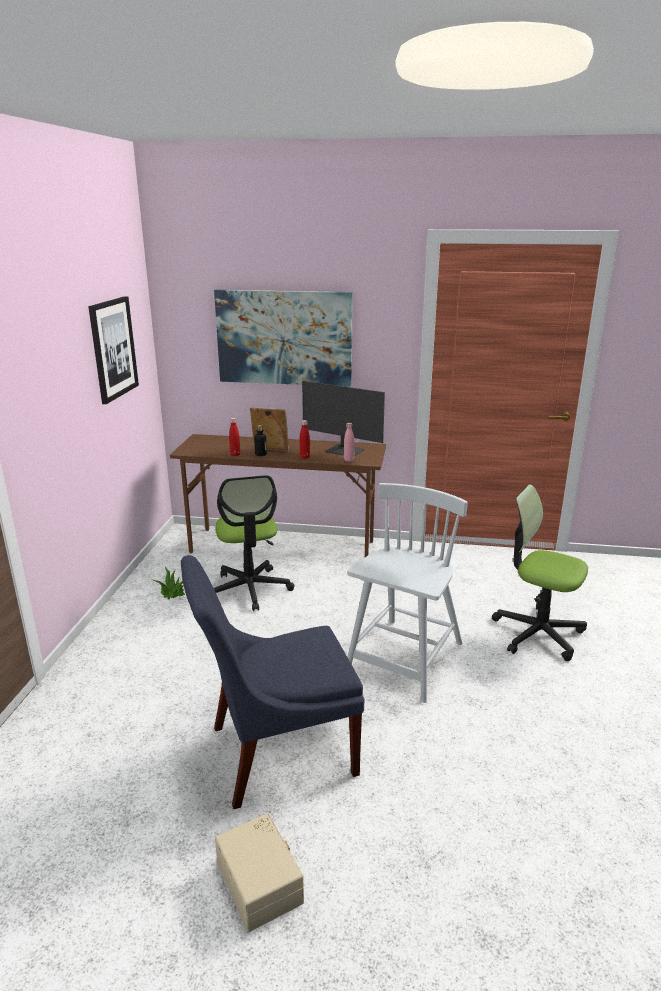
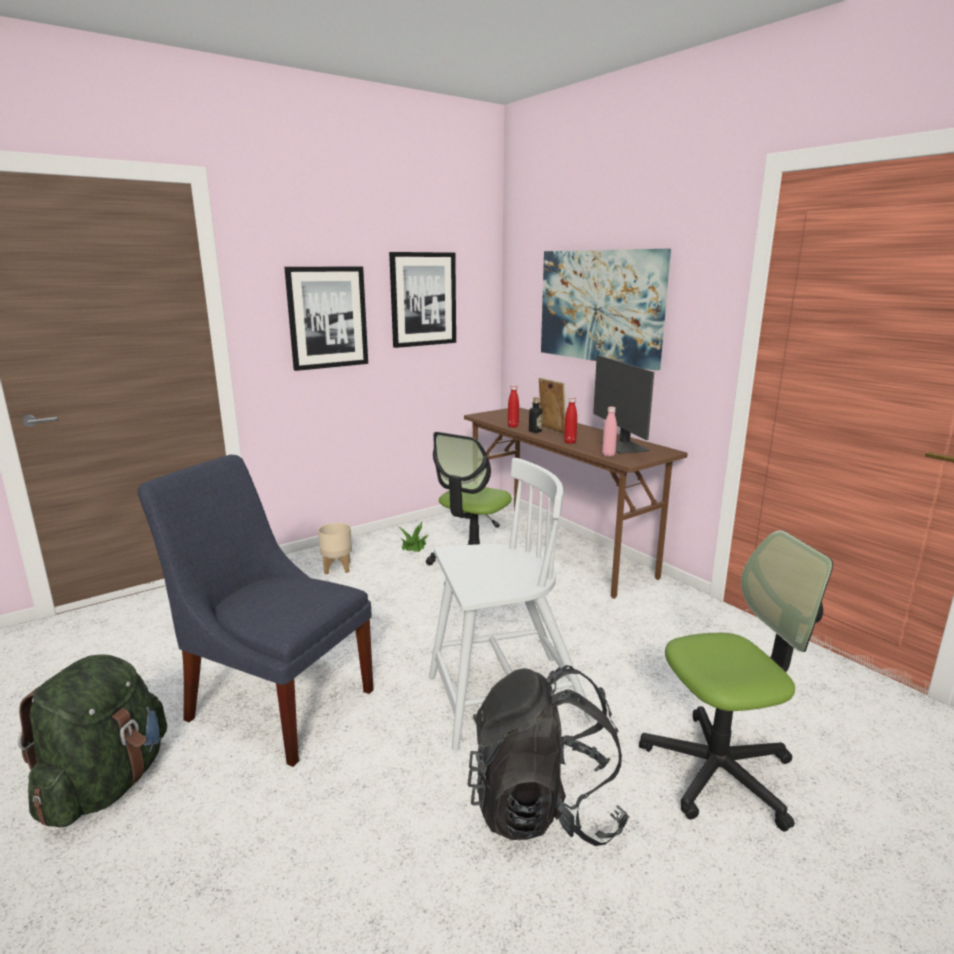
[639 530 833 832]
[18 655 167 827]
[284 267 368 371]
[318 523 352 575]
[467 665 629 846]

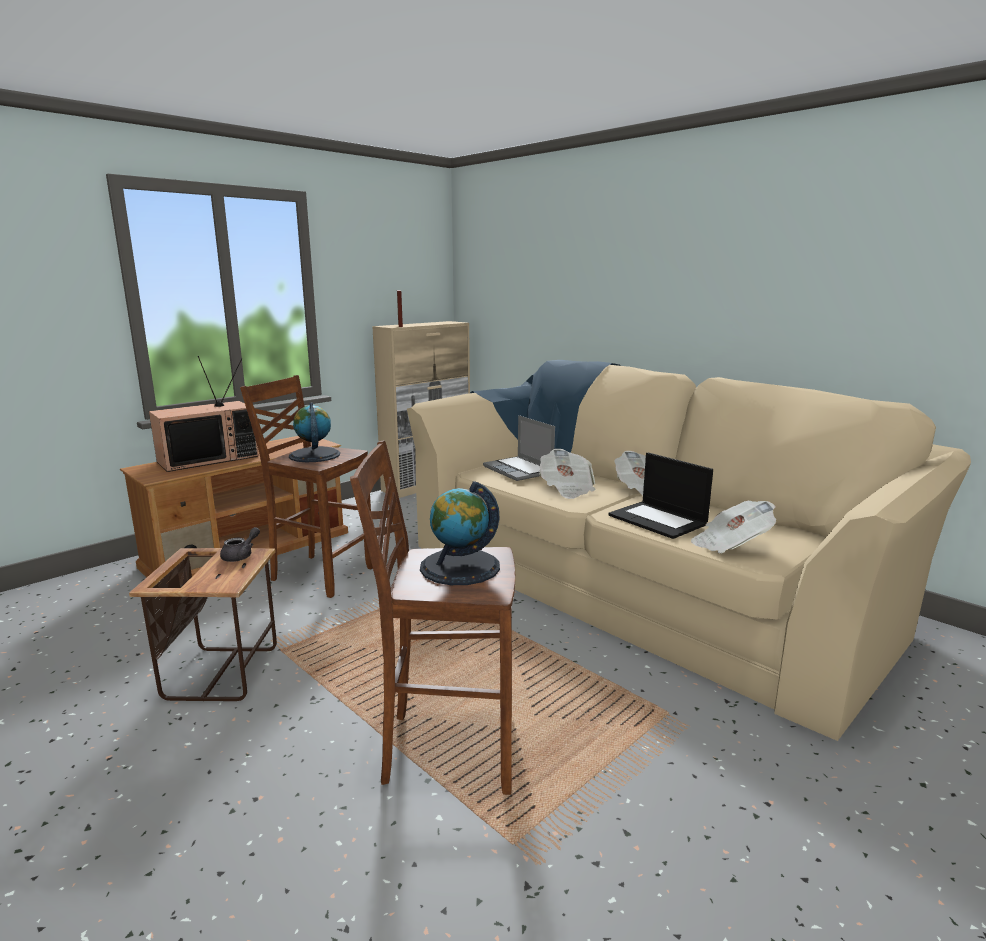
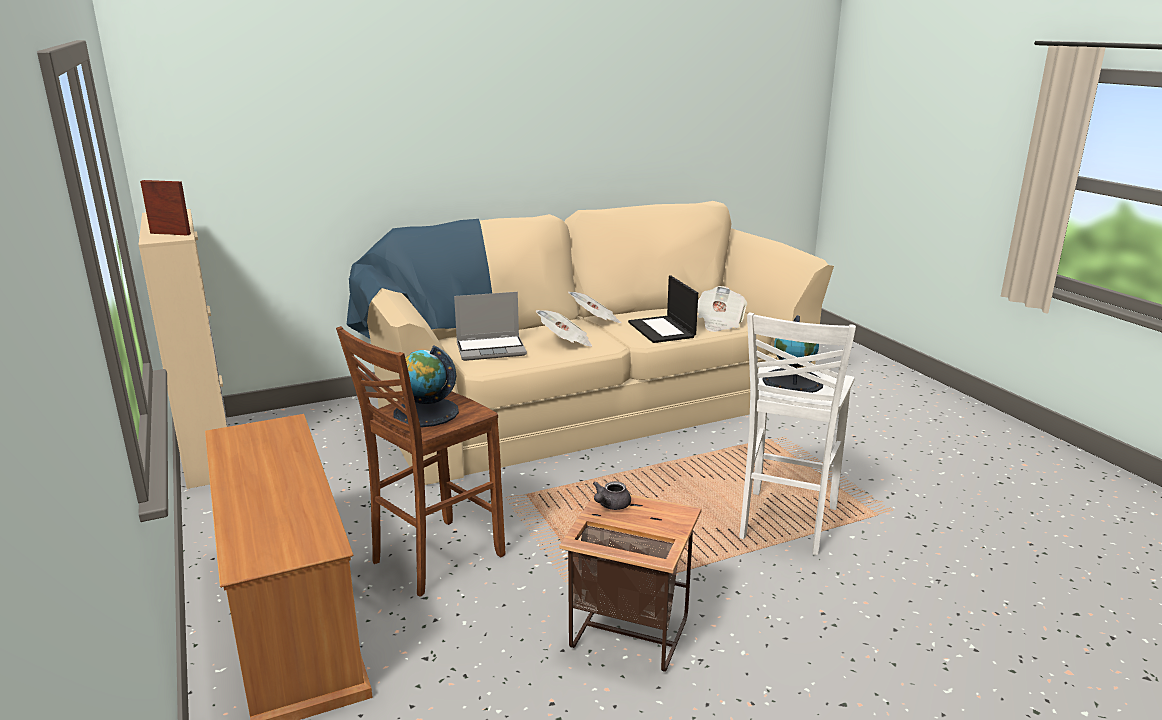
[149 356 258 472] (first image)
[739 313 856 555]
[628 275 698 343]
[593 481 631 510]

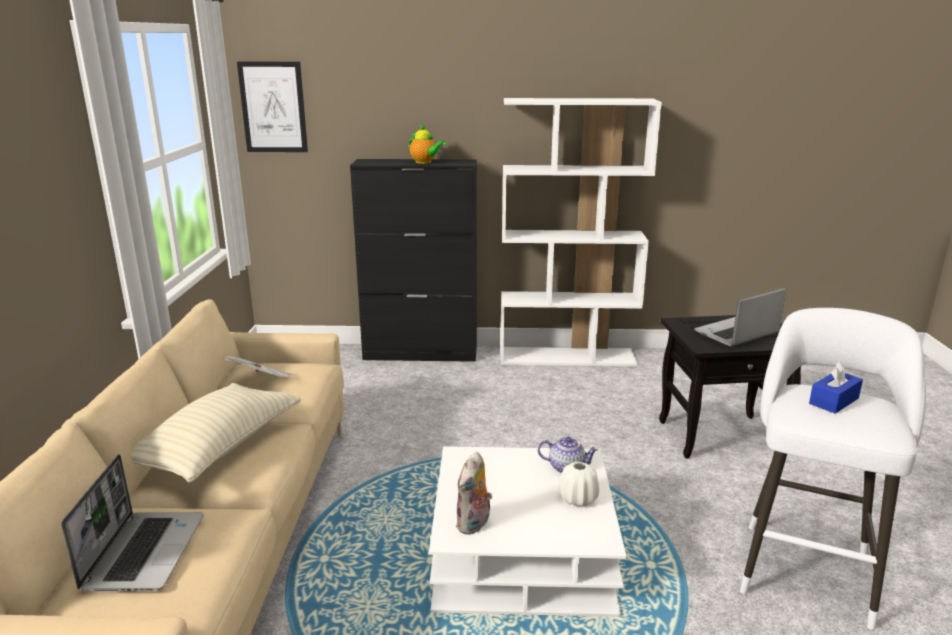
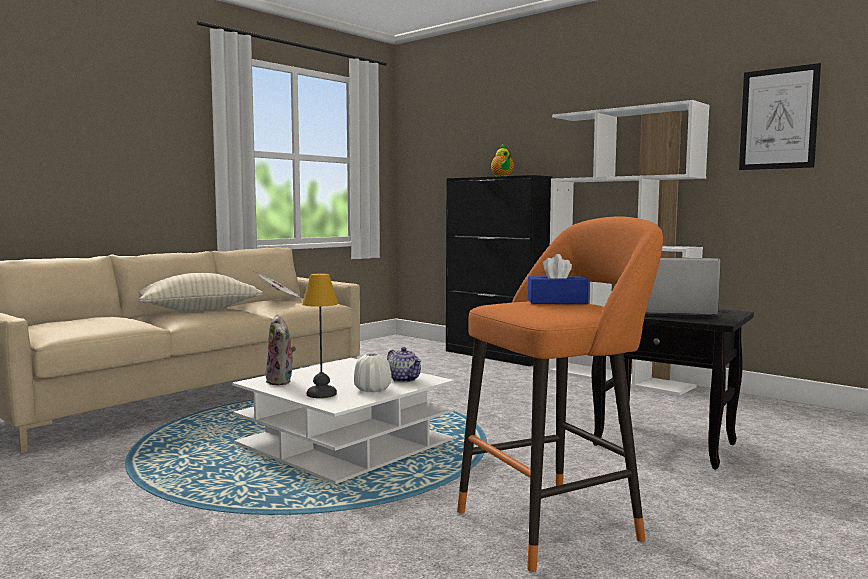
[739 63 821 170]
[457 216 663 572]
[266 314 296 385]
[61 454 204 591] (first image)
[302 274 338 398]

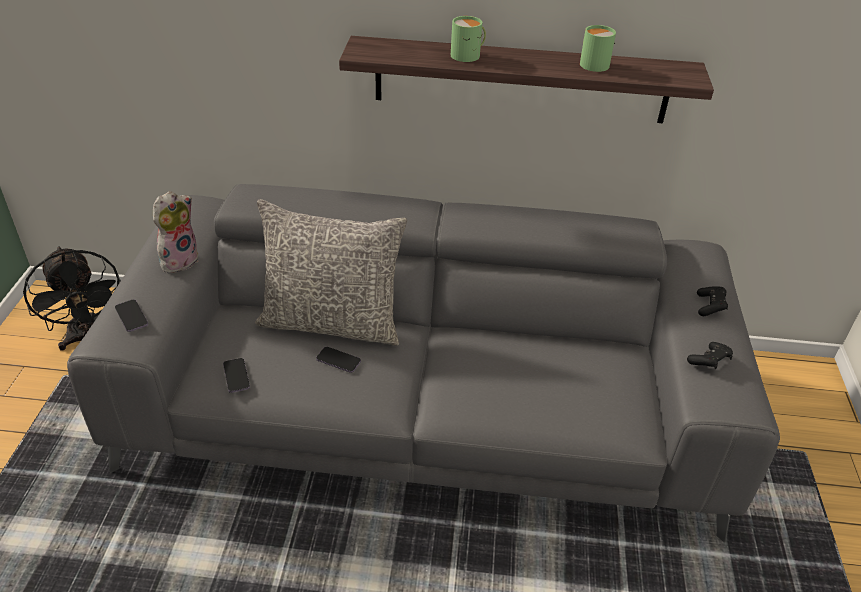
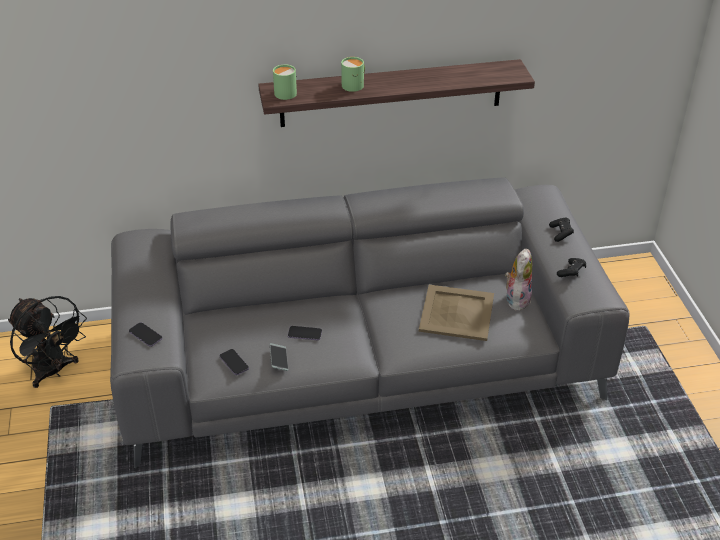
[273 64 297 100]
[505 249 532 311]
[255 199 407 346] (first image)
[419 285 494 341]
[270 343 288 371]

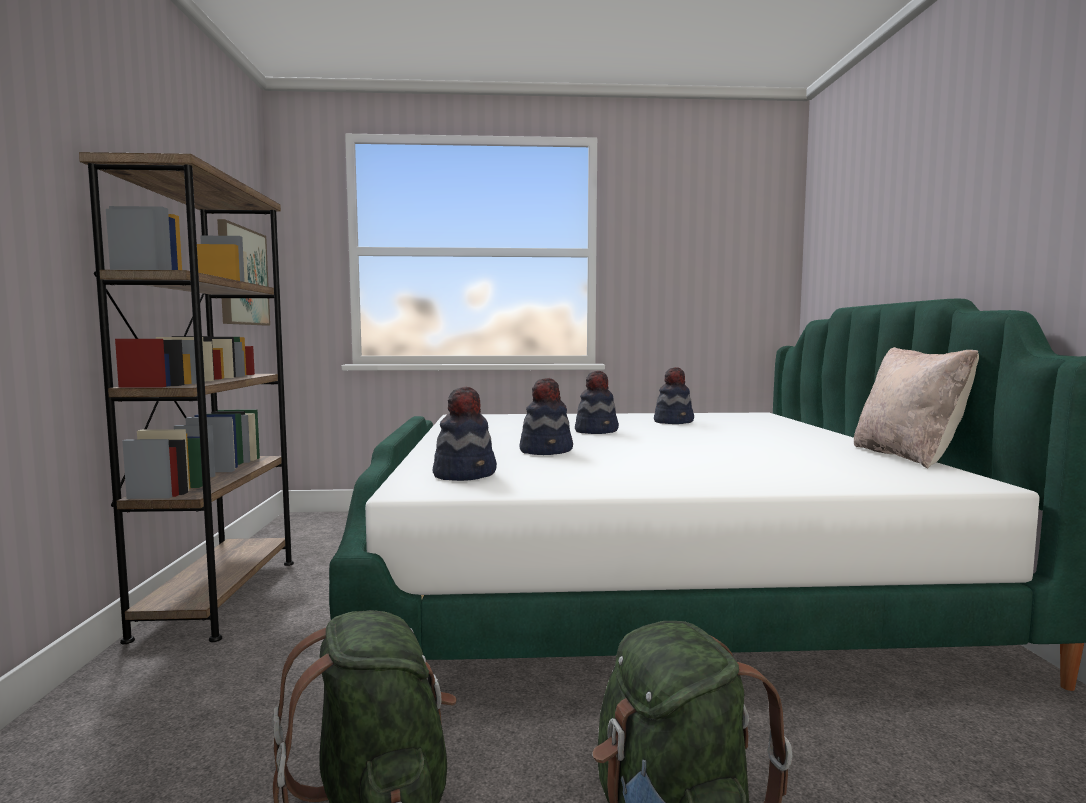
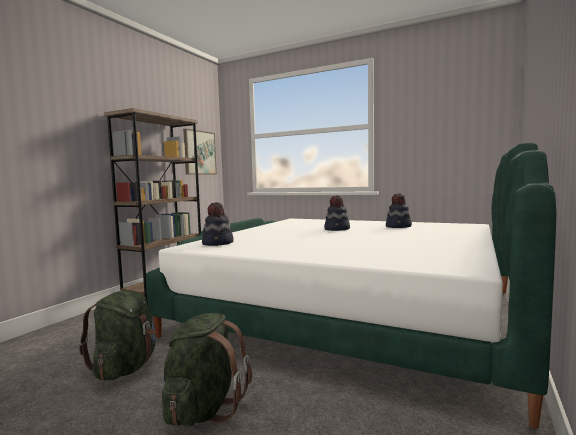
[854 347 979 469] (first image)
[520 378 573 455] (first image)

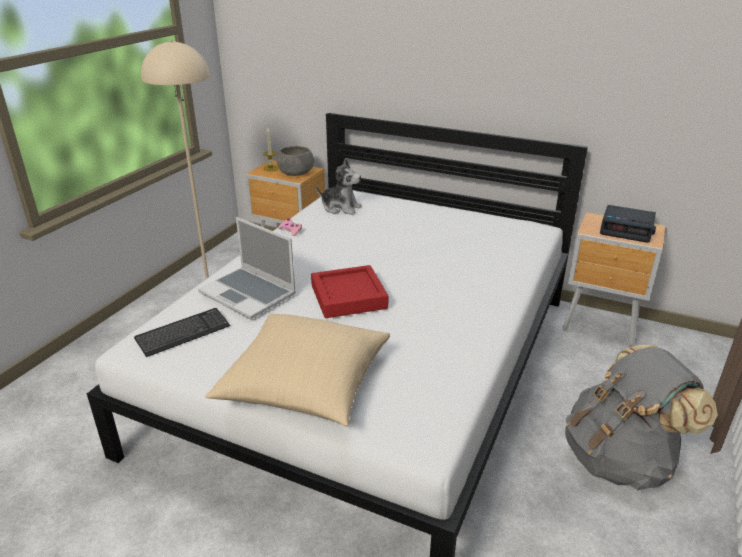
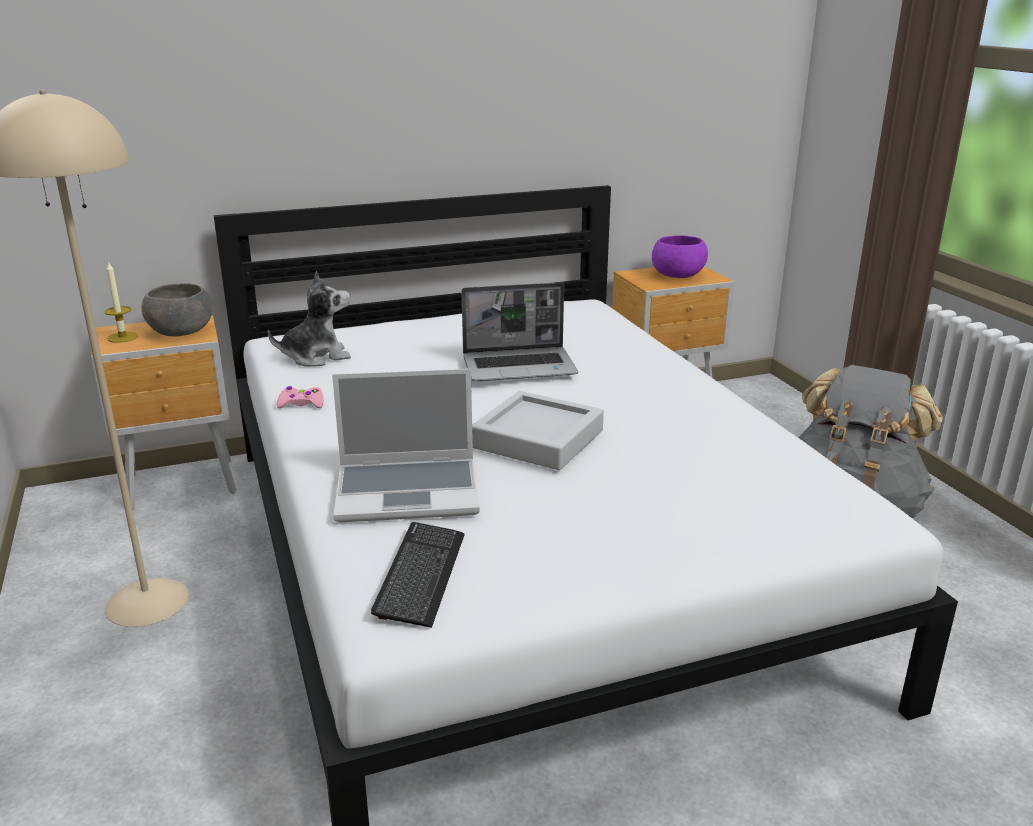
[652 236 708 278]
[472 391 604 470]
[205 314 390 427] (first image)
[461 282 578 381]

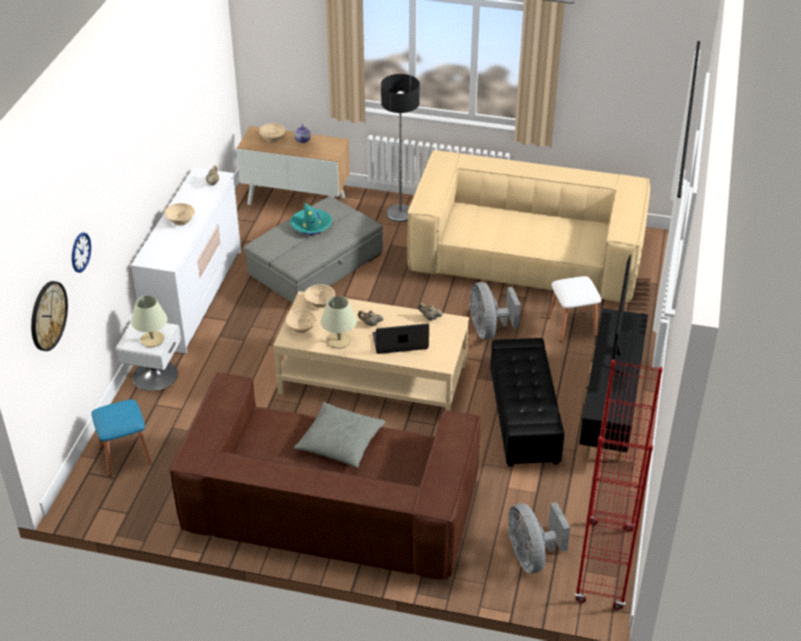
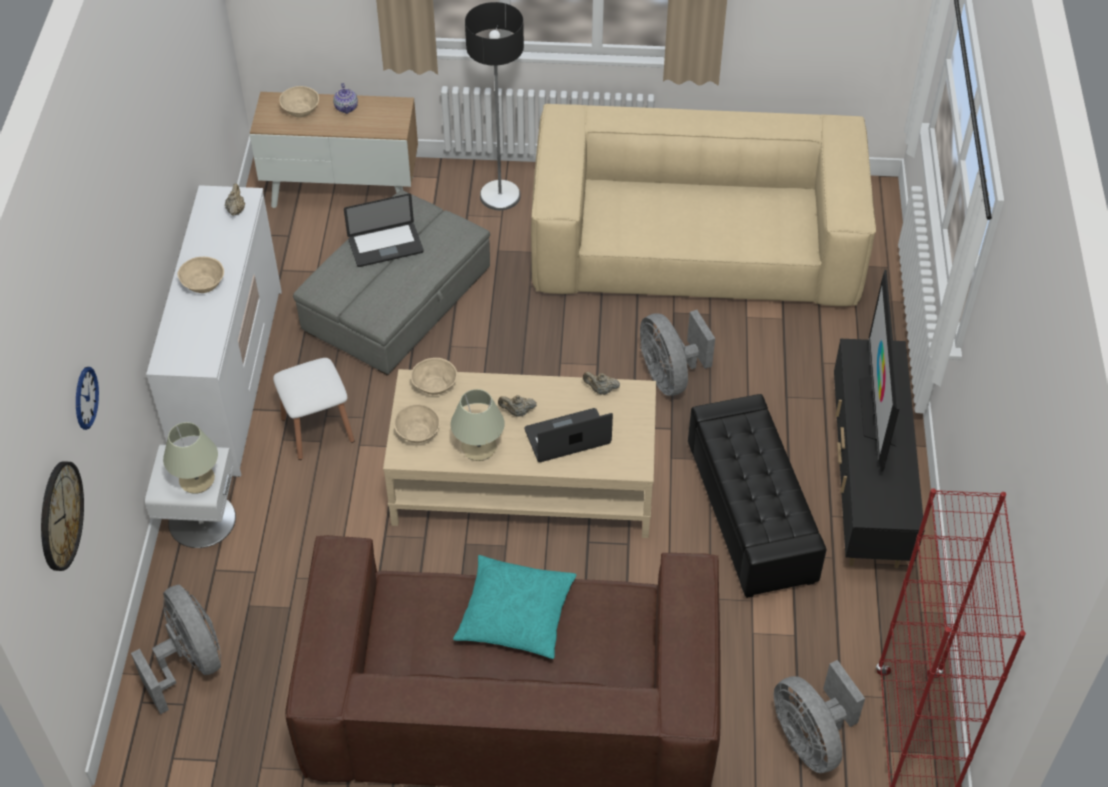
[344 193 424 267]
[273 358 354 460]
[131 584 221 714]
[453 555 576 659]

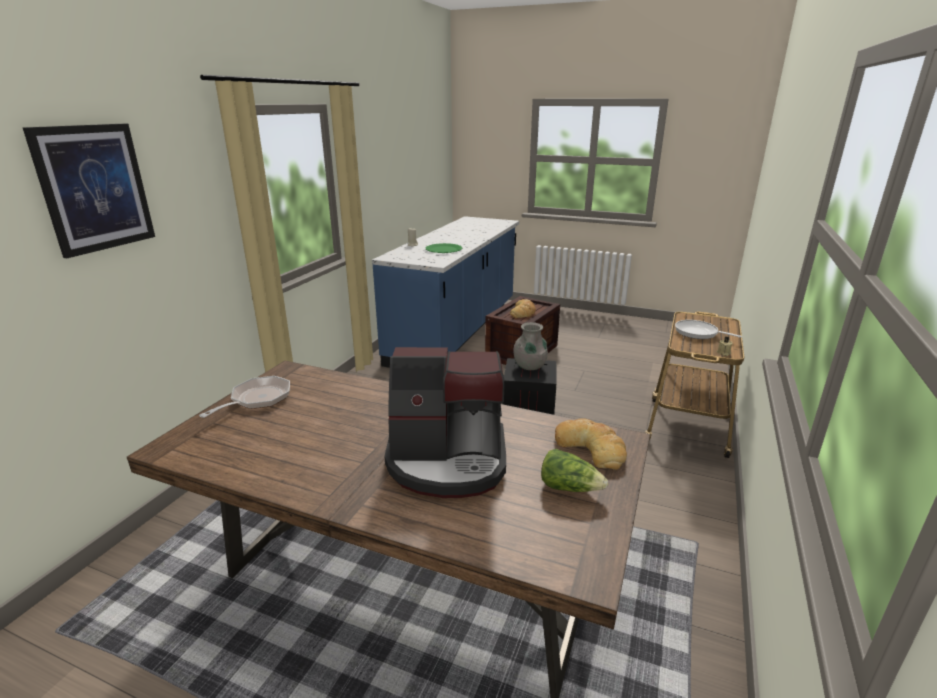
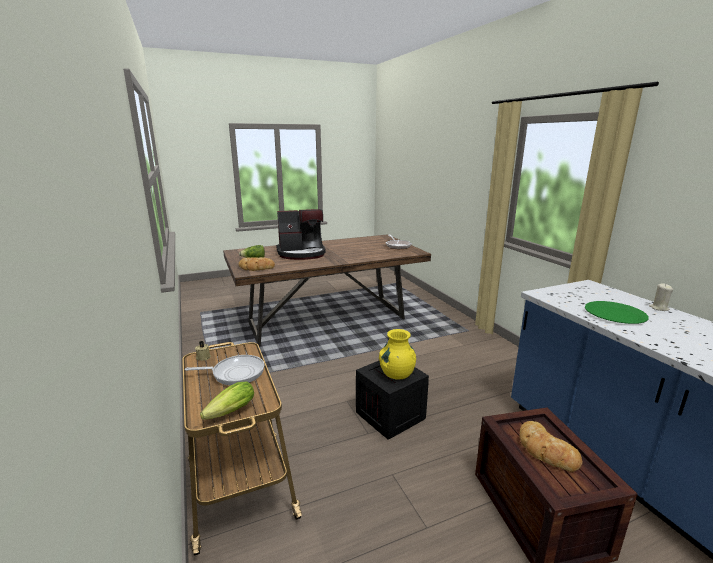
[23 124 155 258] (first image)
[379 329 416 380]
[276 209 326 260]
[200 382 254 420]

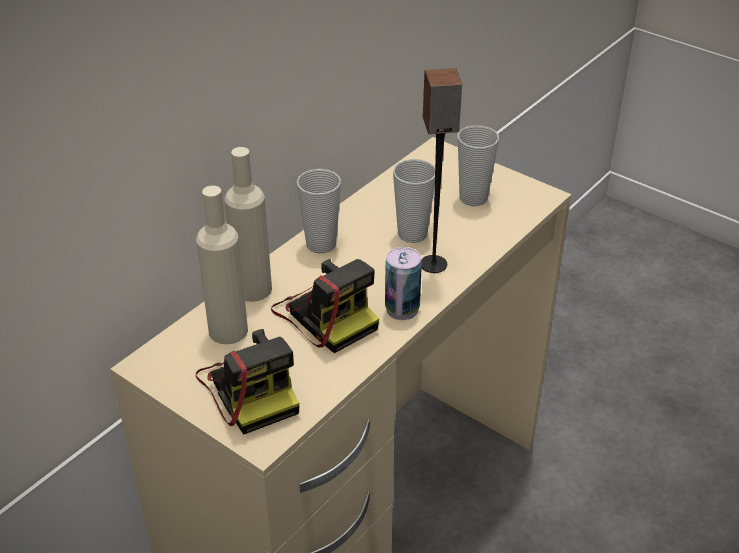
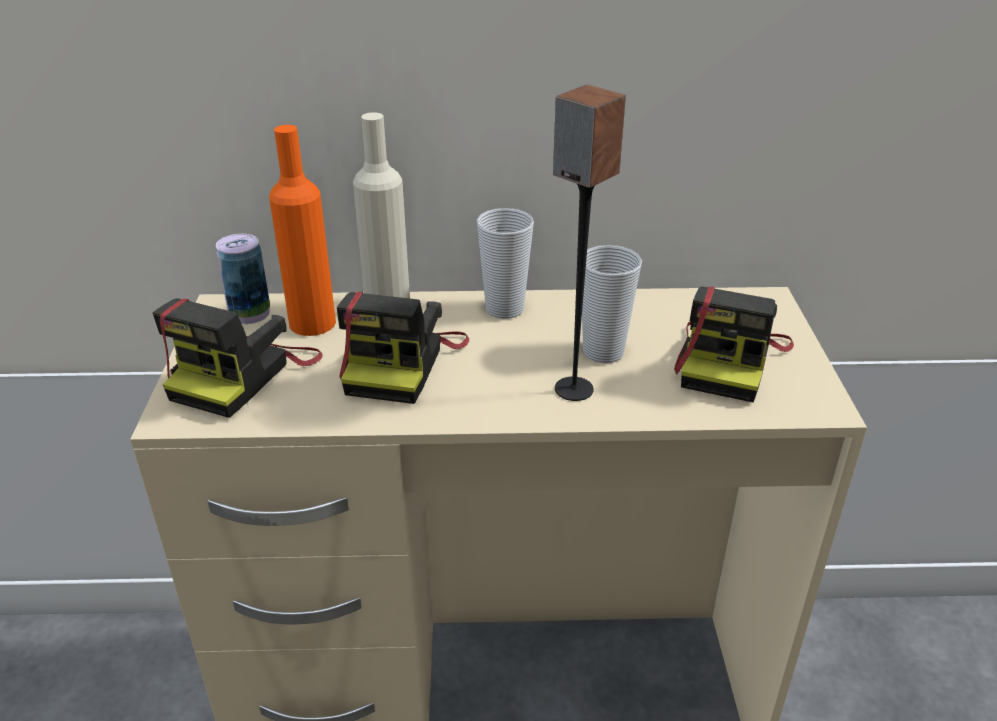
[674 287 794 403]
[269 125 336 336]
[216 234 270 324]

